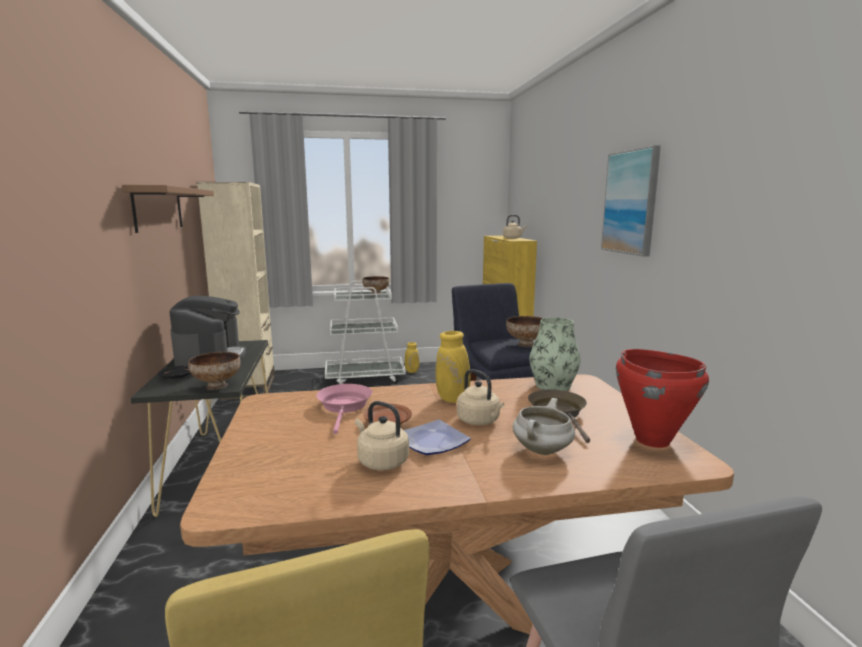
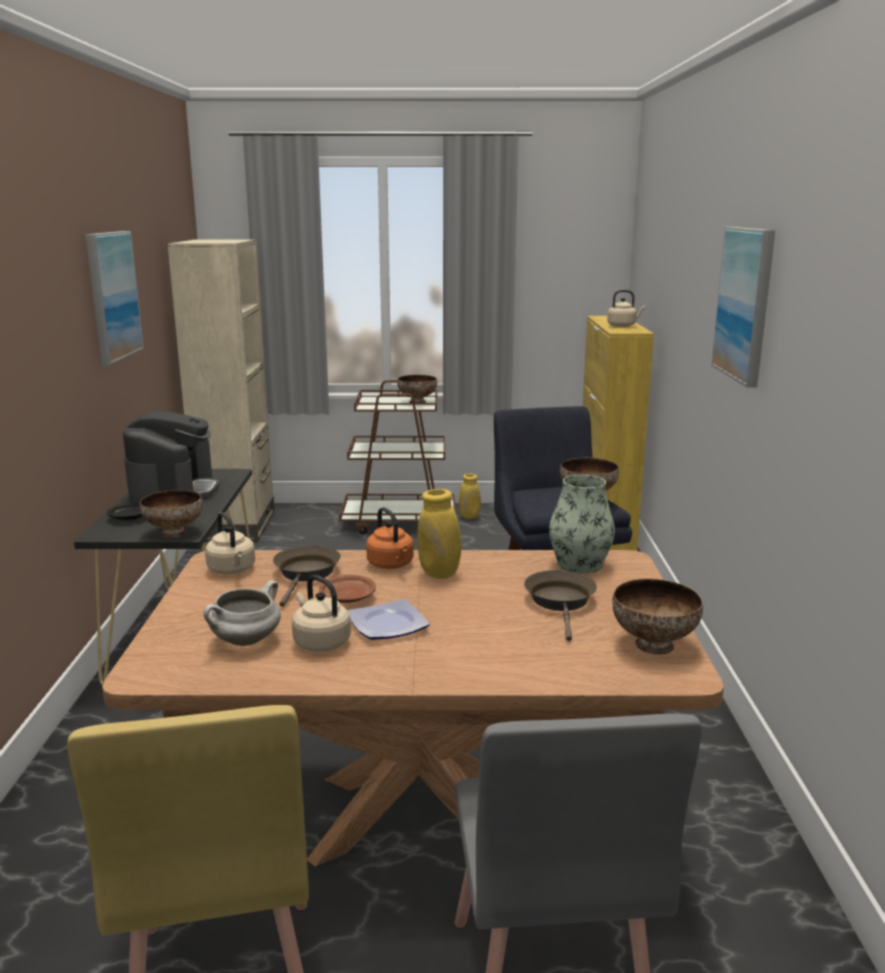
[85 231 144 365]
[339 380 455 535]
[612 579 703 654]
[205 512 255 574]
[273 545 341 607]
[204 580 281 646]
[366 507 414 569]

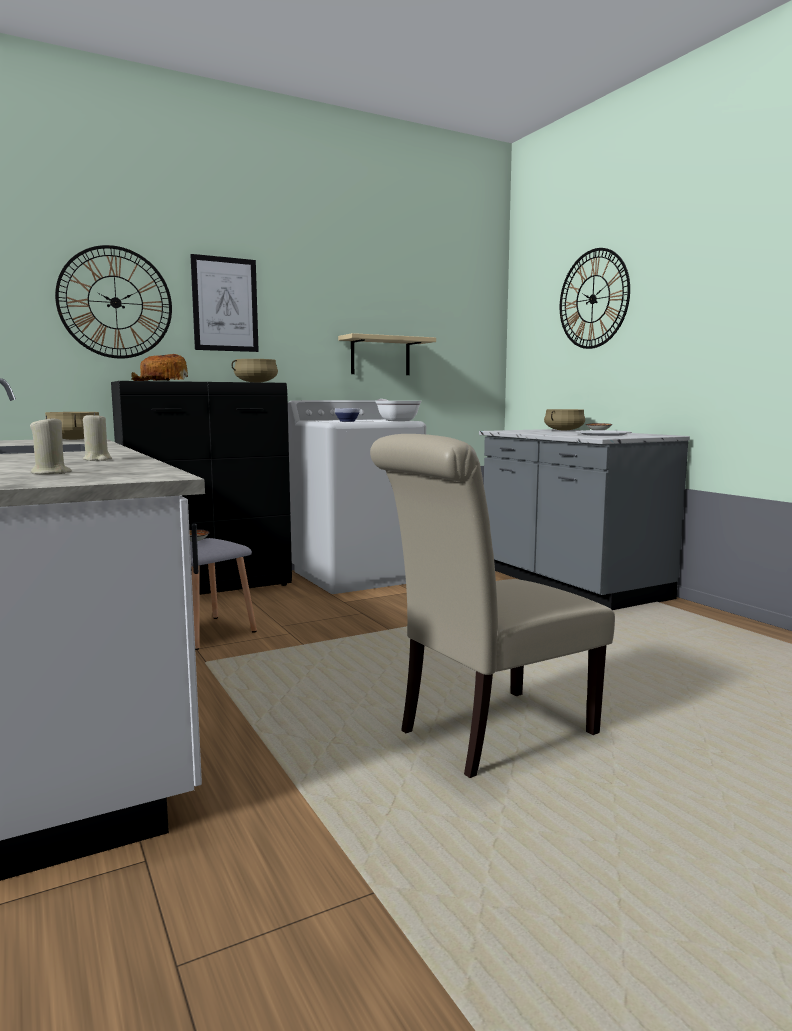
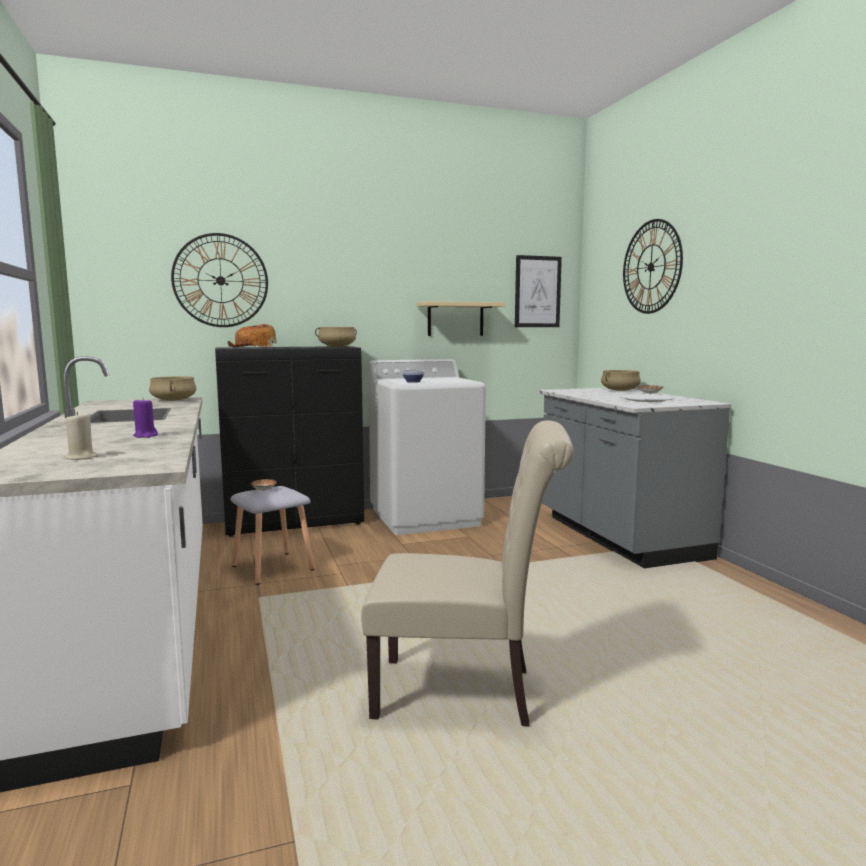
[515 255 562 327]
[375 399 422 421] (first image)
[133 398 158 438]
[361 420 574 727]

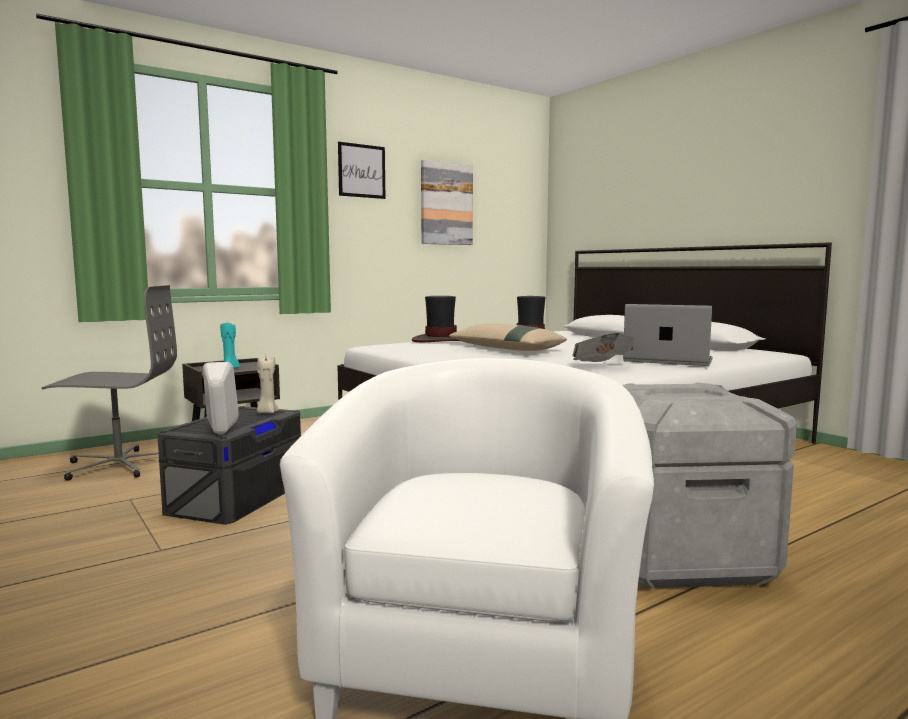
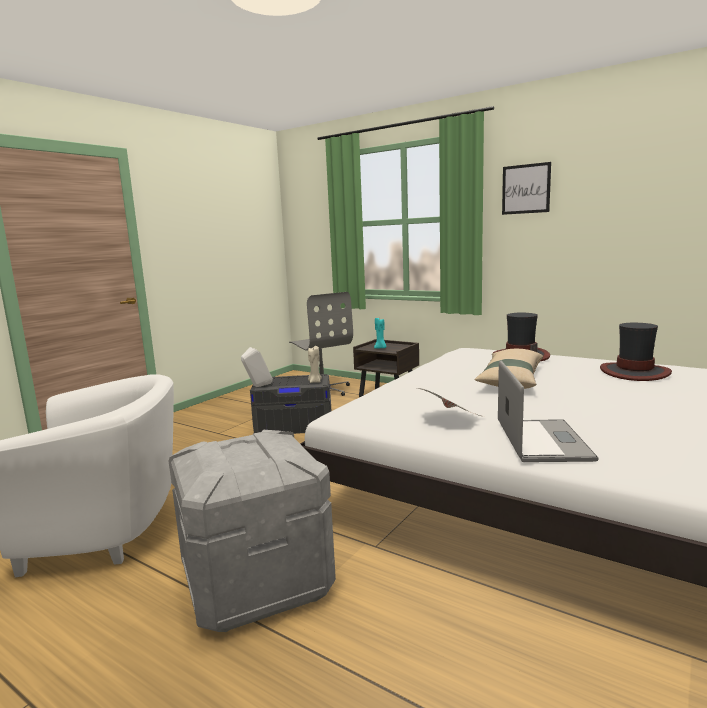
[421 160 473 245] (first image)

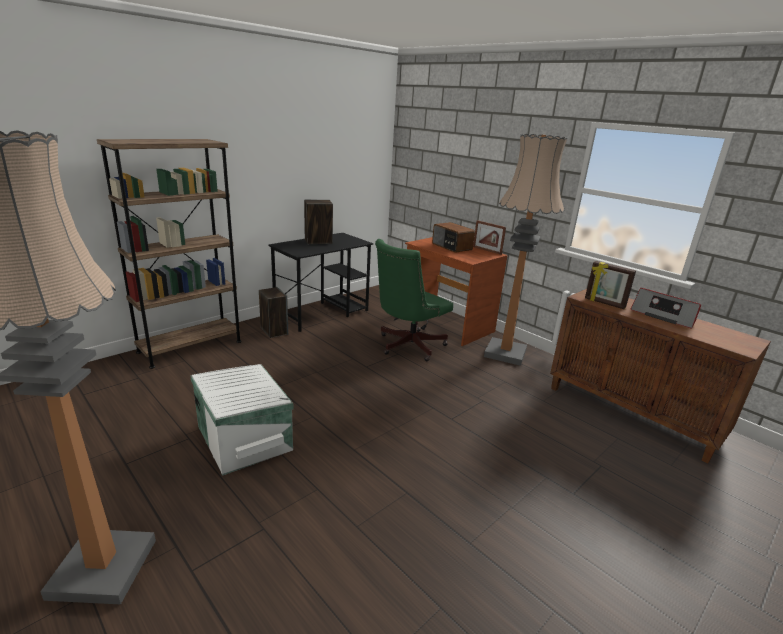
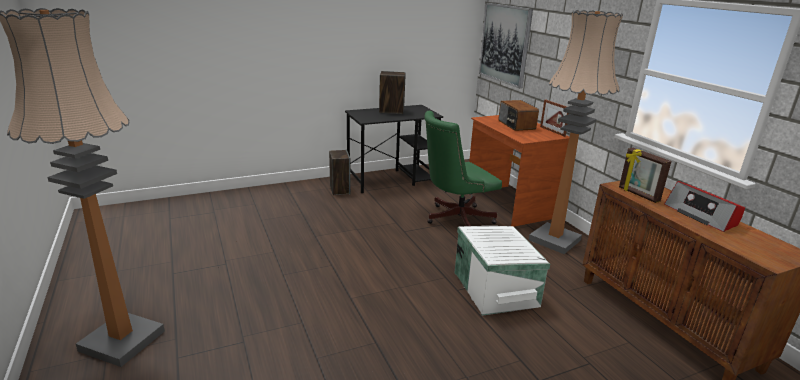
[97 139 241 369] (first image)
[455 226 550 316]
[479 3 533 88]

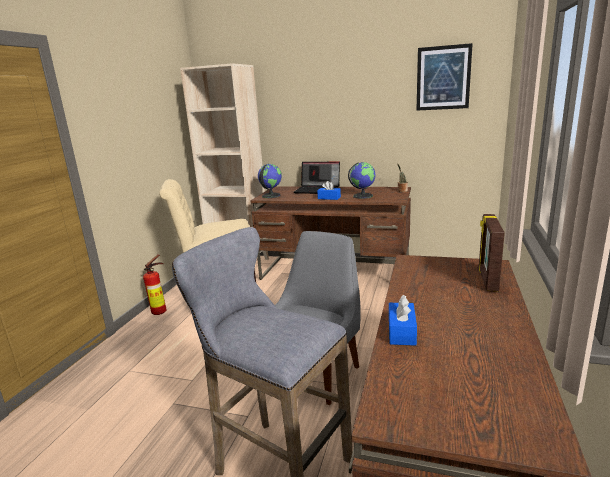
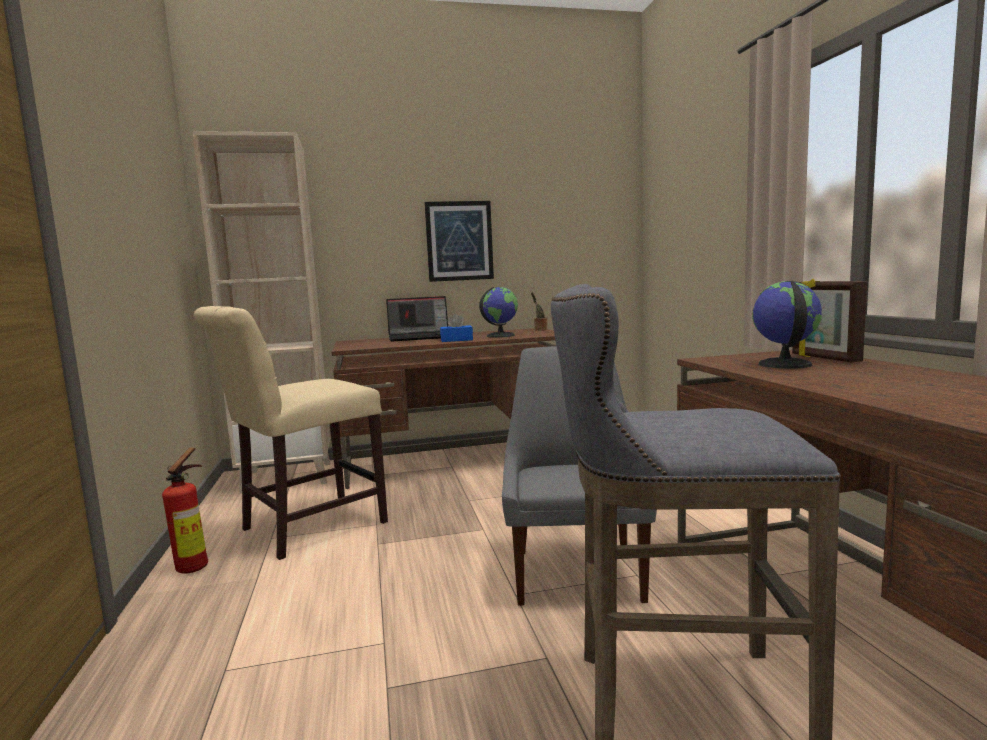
[424 201 494 282]
[752 281 822 369]
[389 295 417 346] (first image)

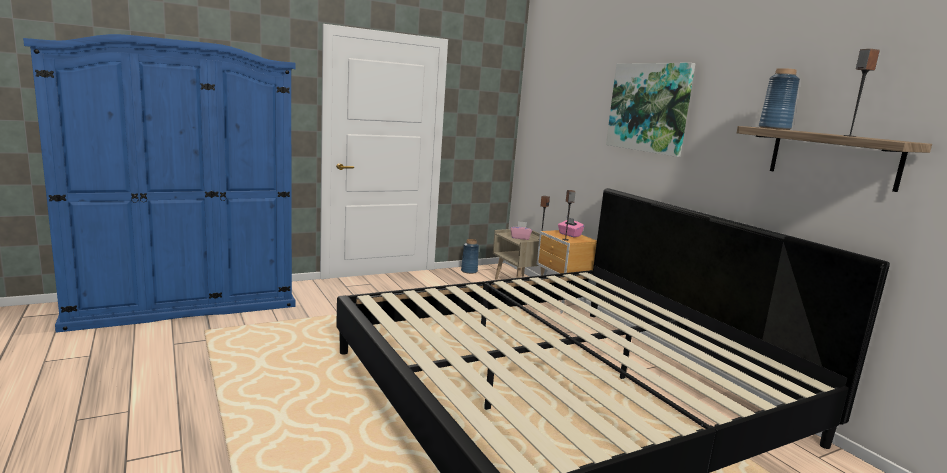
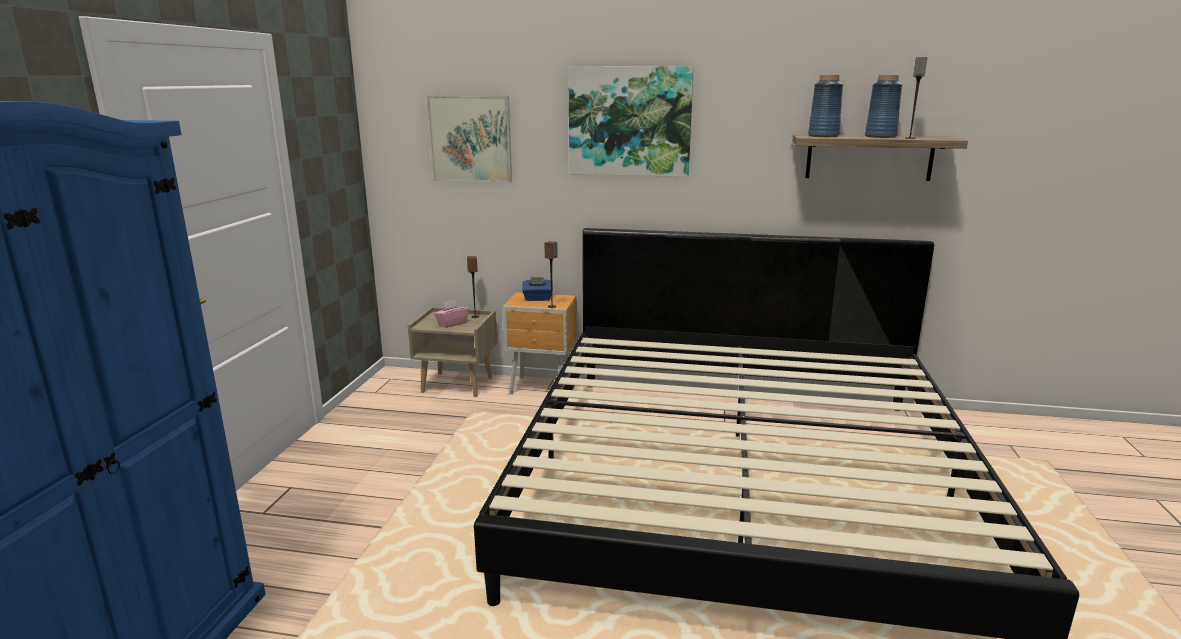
[522 277 553 301]
[865 75 902 138]
[427 96 512 182]

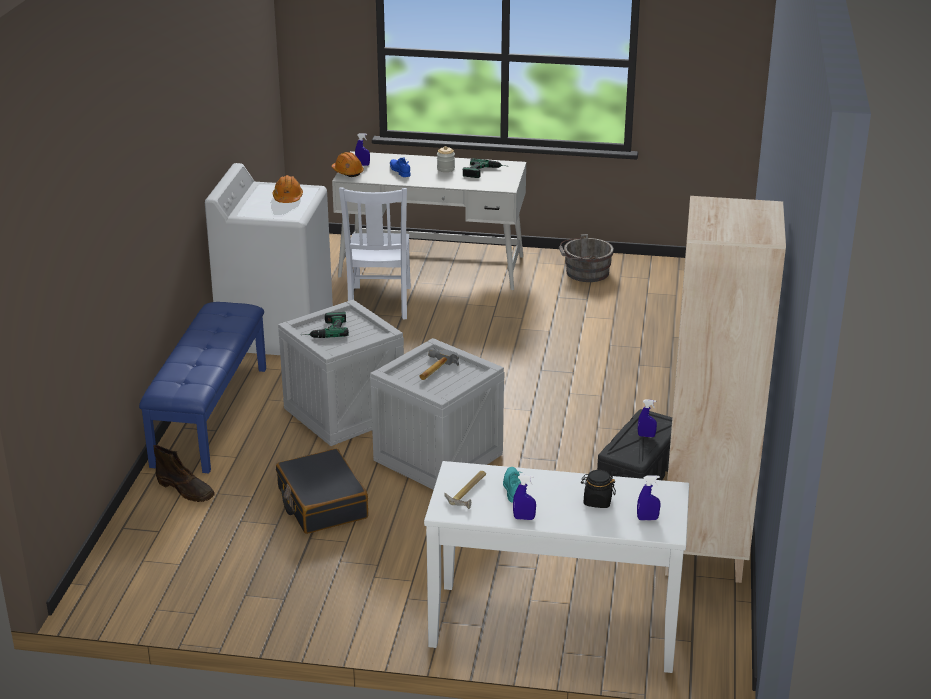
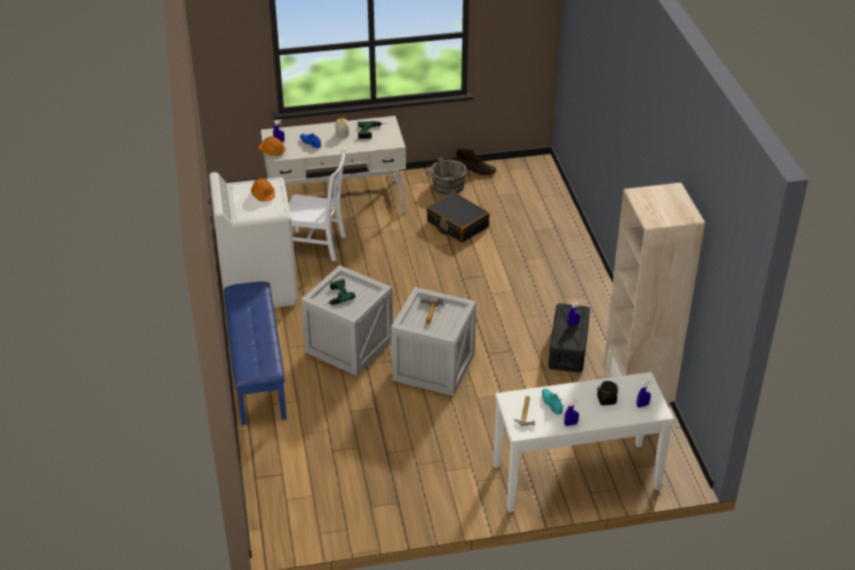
[289 148 346 262]
[456 149 496 175]
[426 192 490 243]

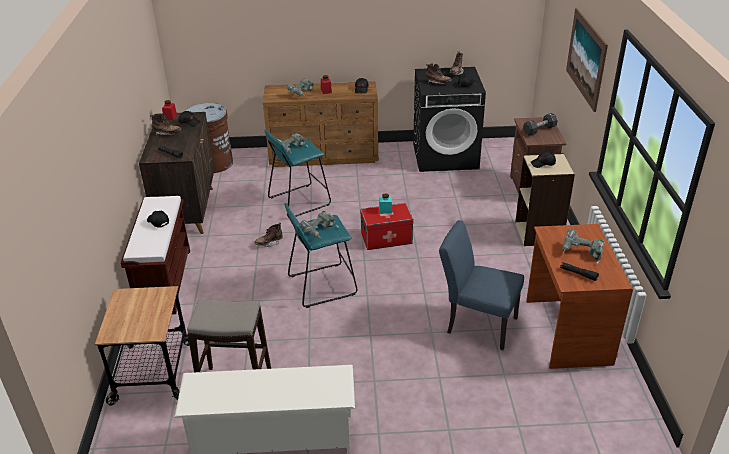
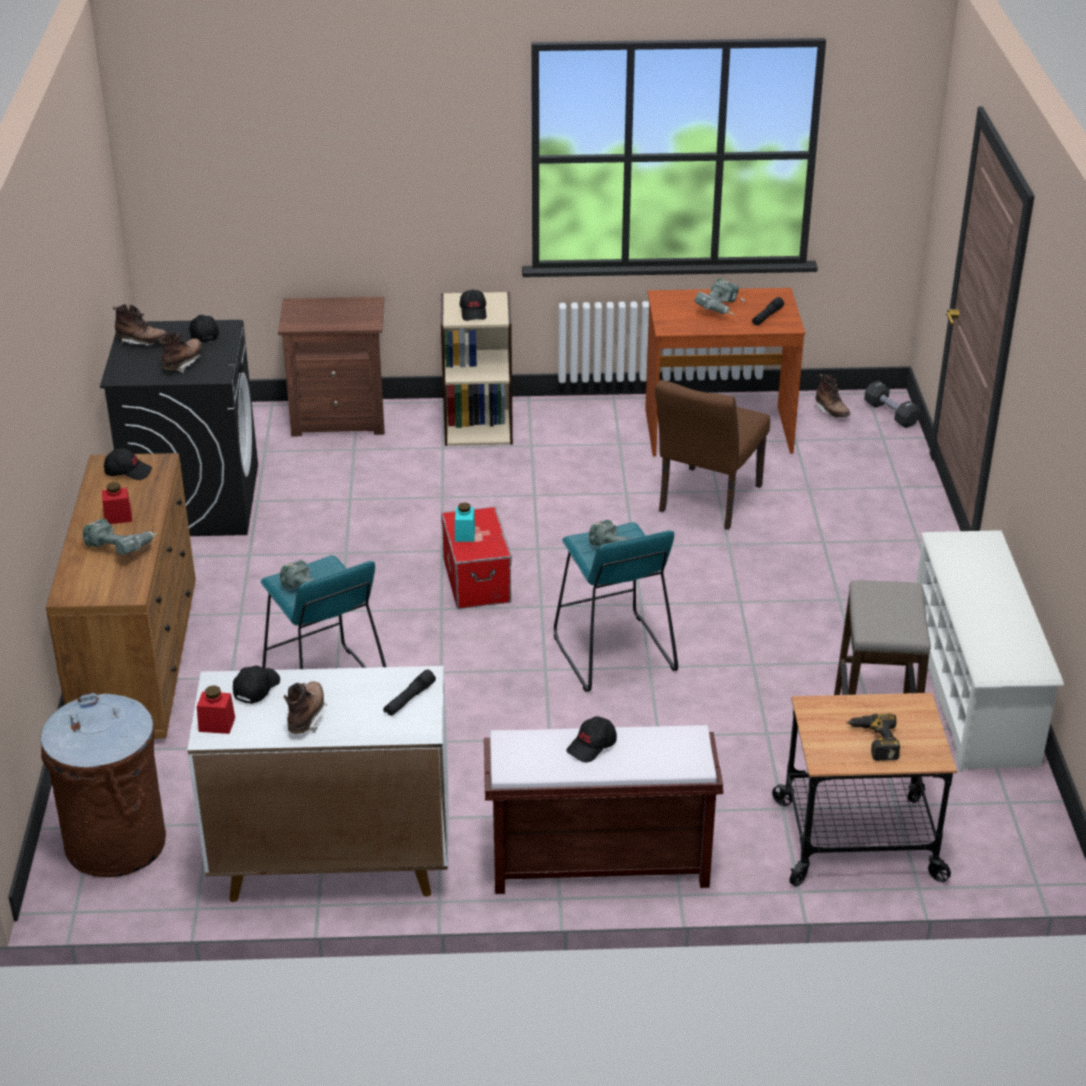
[566 8 608 112] (first image)
[187 666 448 902]
[864 381 920 428]
[655 380 770 530]
[814 374 850 418]
[846 713 900 761]

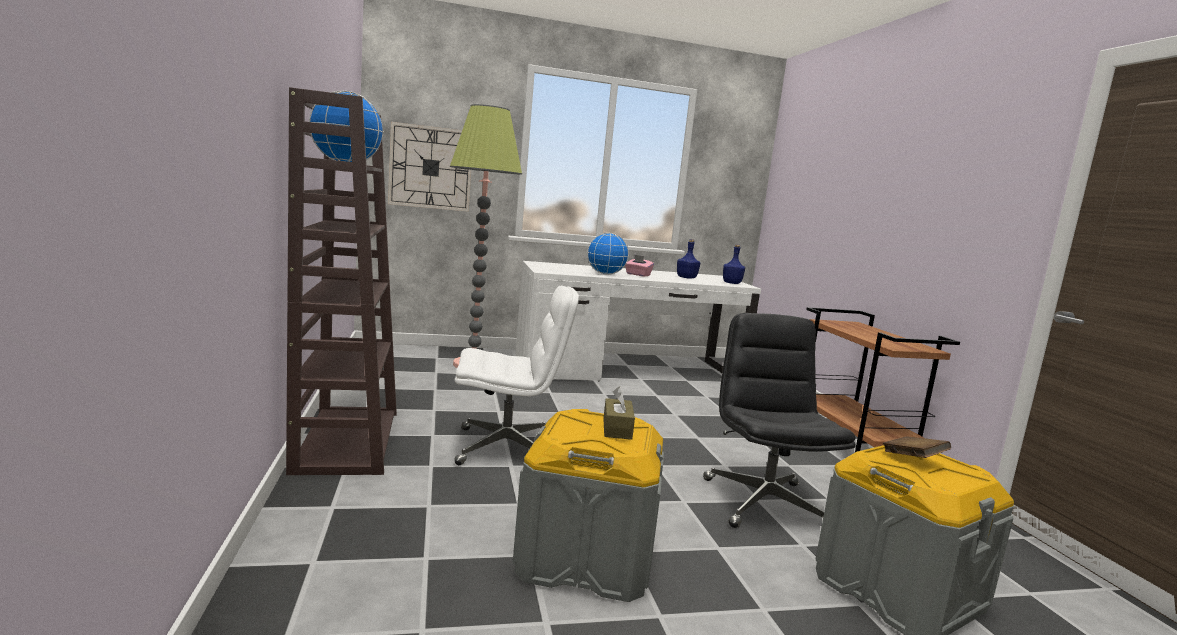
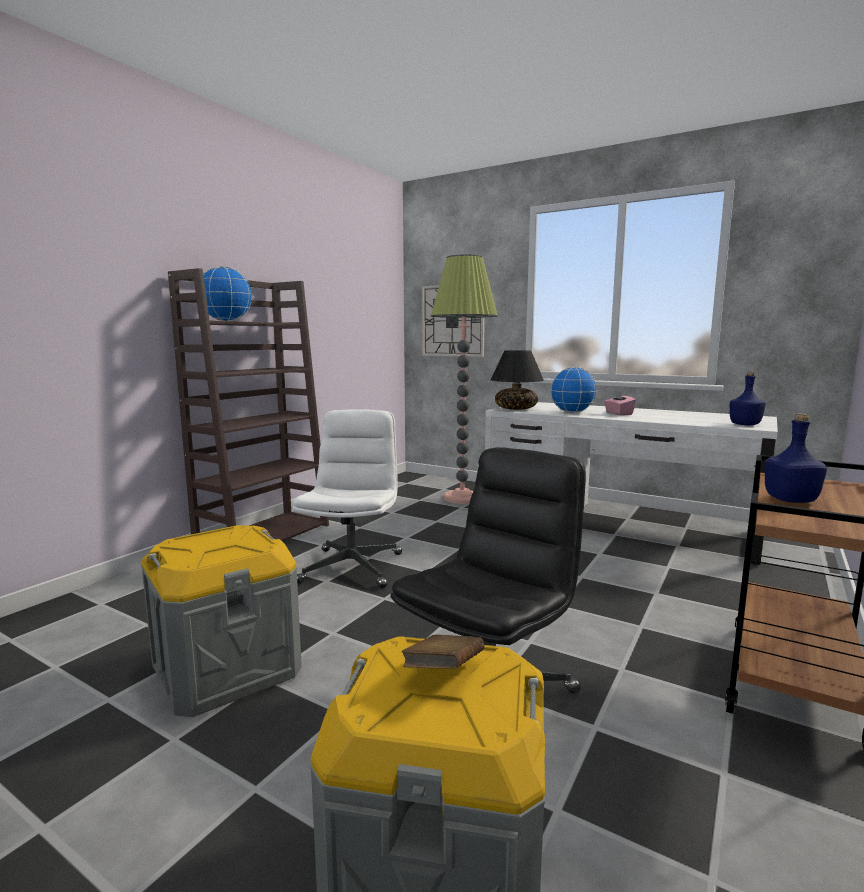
[765 413 827 503]
[292 409 402 588]
[603 386 635 440] (first image)
[490 350 544 410]

